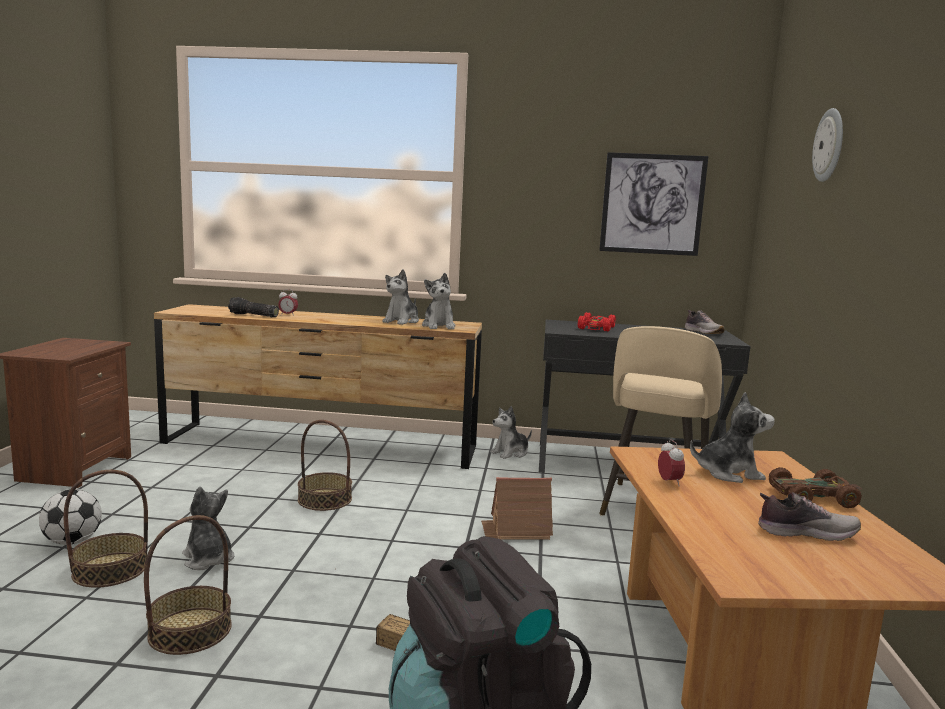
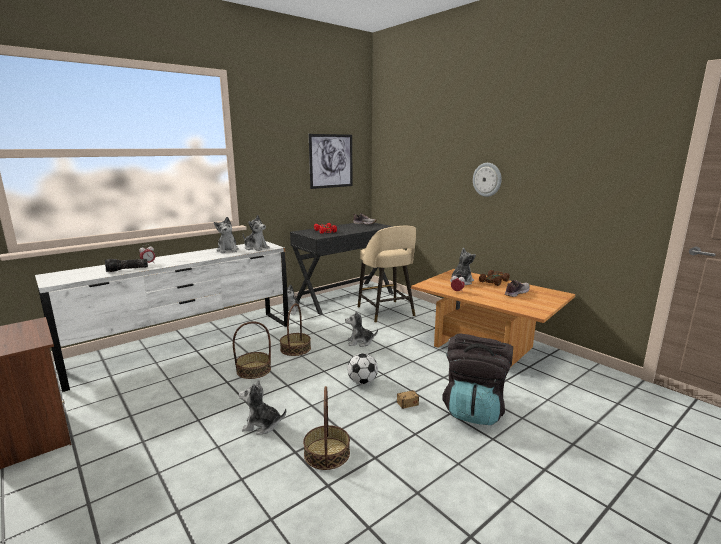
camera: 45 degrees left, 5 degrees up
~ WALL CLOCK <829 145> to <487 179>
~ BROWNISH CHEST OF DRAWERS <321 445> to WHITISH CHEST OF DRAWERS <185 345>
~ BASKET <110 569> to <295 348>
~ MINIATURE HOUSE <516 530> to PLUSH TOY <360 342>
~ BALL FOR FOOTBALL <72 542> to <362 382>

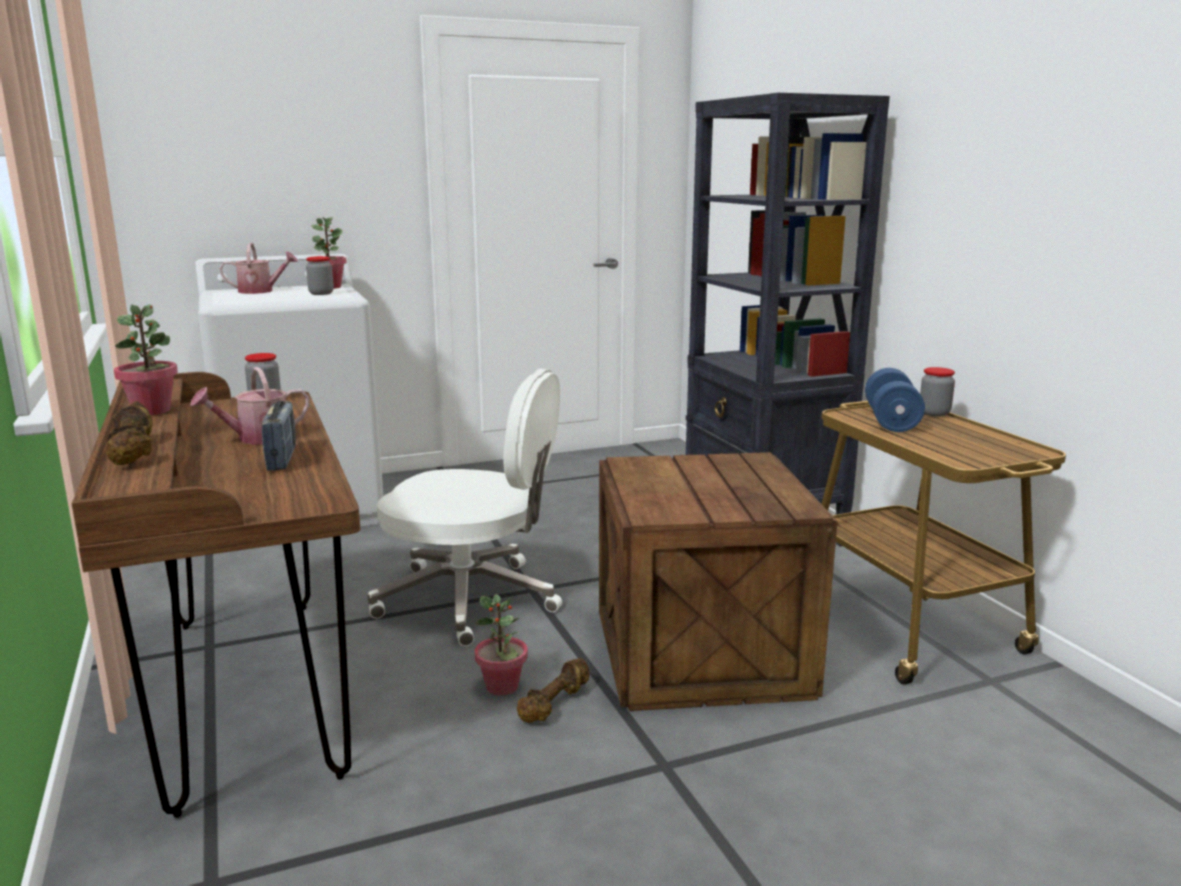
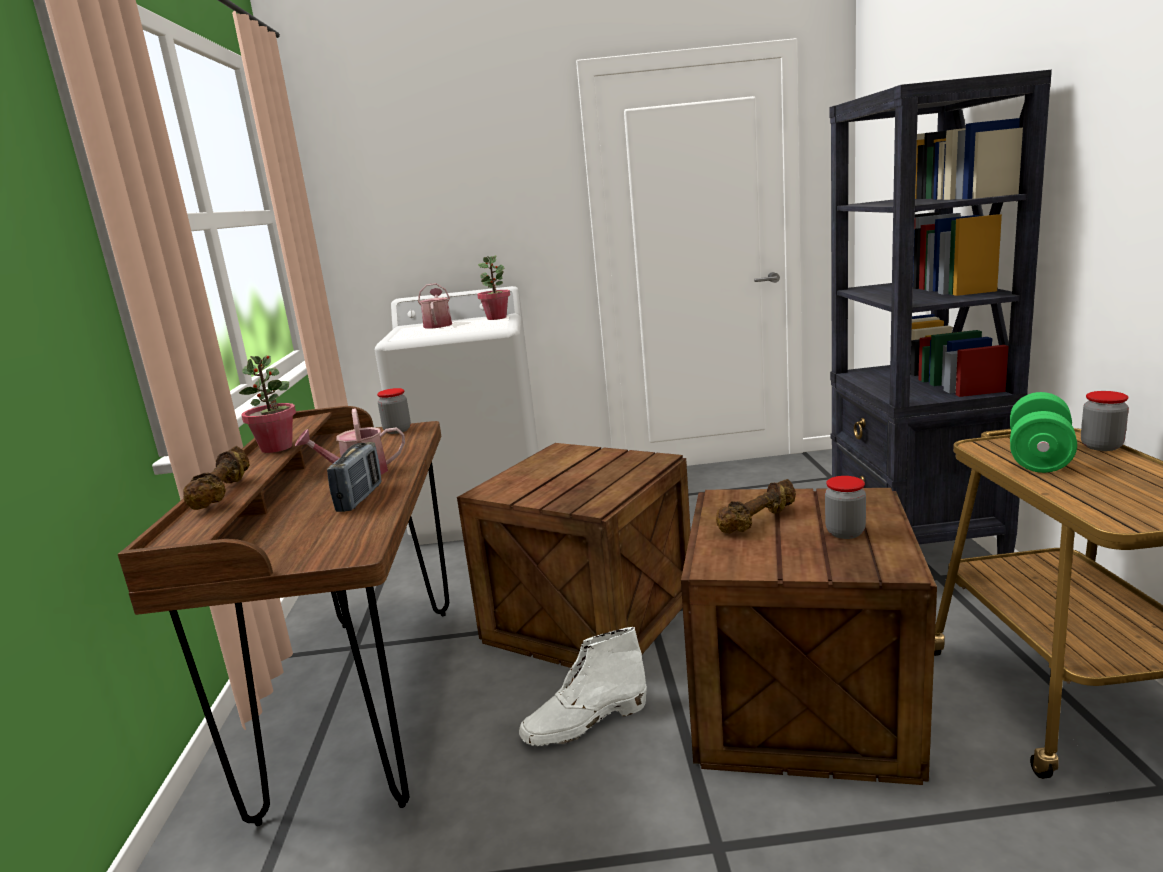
camera: 20 degrees right, 0 degrees up
~ WATERING CAN <261 291> = <438 325> 105 degrees counterclockwise
~ STORAGE JAR <321 293> to <845 533>
~ WHITISH OFFICE CHAIR <471 600> to PACKING CRATE <590 618>
~ BLUE FREE WEIGHT <891 421> to GREENISH FREE WEIGHT <1039 456>
~ HOUSEPLANT <502 687> to WHITISH BOOT <584 721>
~ BROWNISH FREE WEIGHT <555 704> to <758 521>

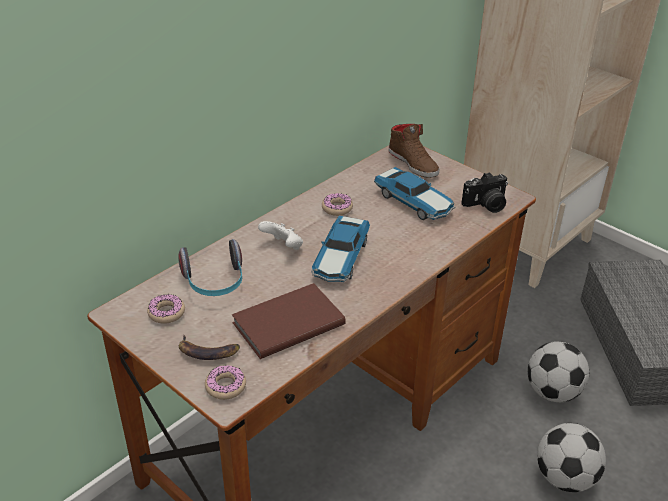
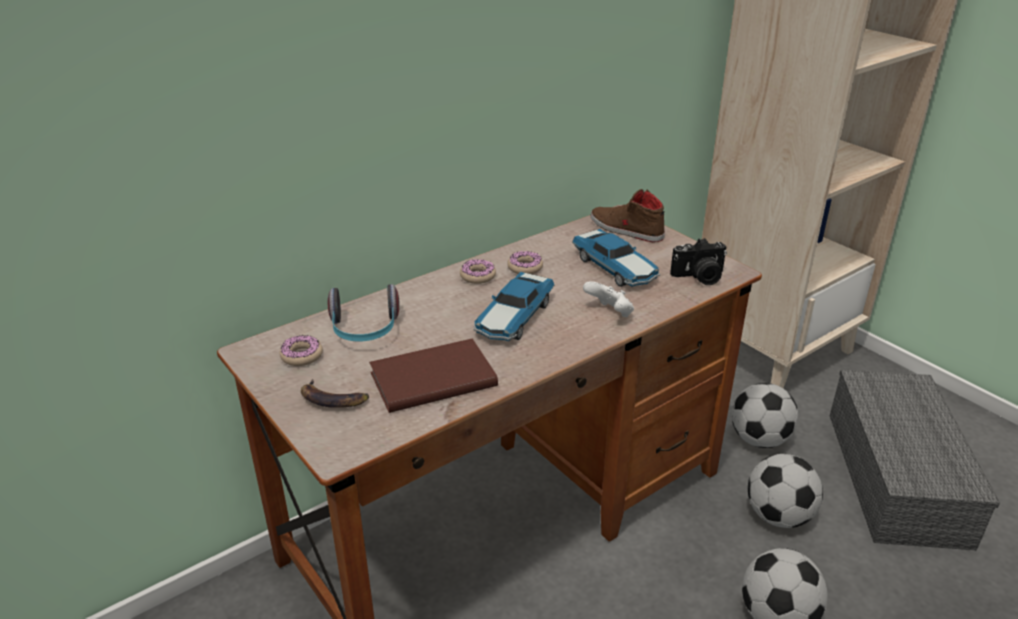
camera: 10 degrees right, 5 degrees down
~ BROWNISH LOW SHOE <413 163> = <625 229> 150 degrees clockwise
~ WHITISH GAME CONTROLLER <283 247> to <610 313>
~ DONUT <225 386> to <478 276>
+ BALL FOR FOOTBALL <759 439>

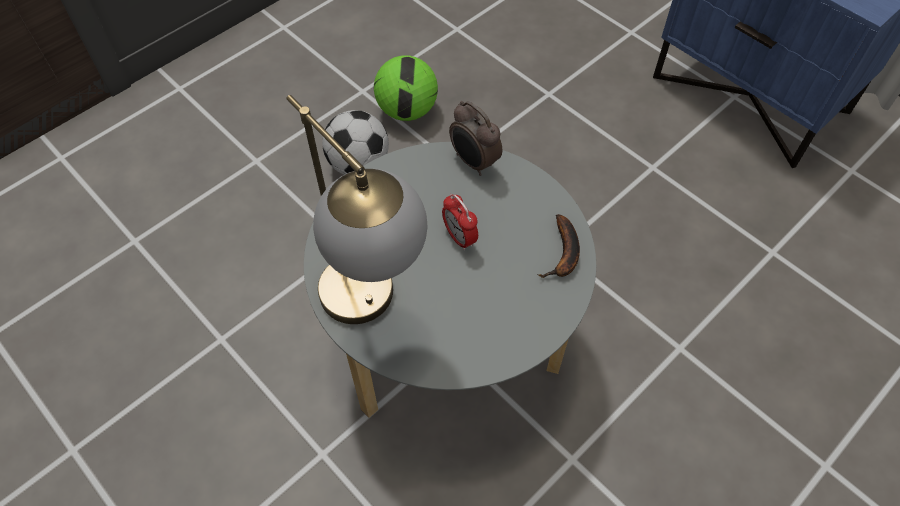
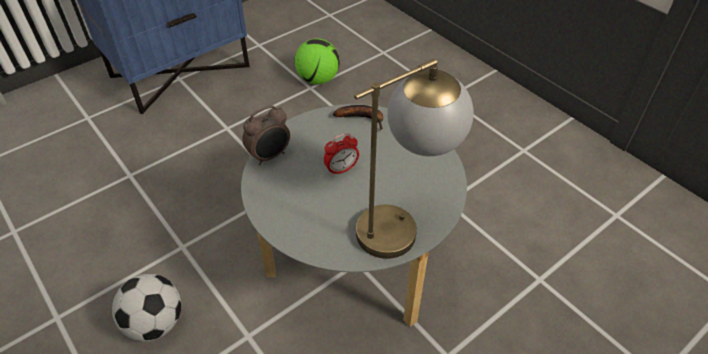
camera: 85 degrees left, 10 degrees down
~ BALL FOR FOOTBALL <407 111> to <318 79>

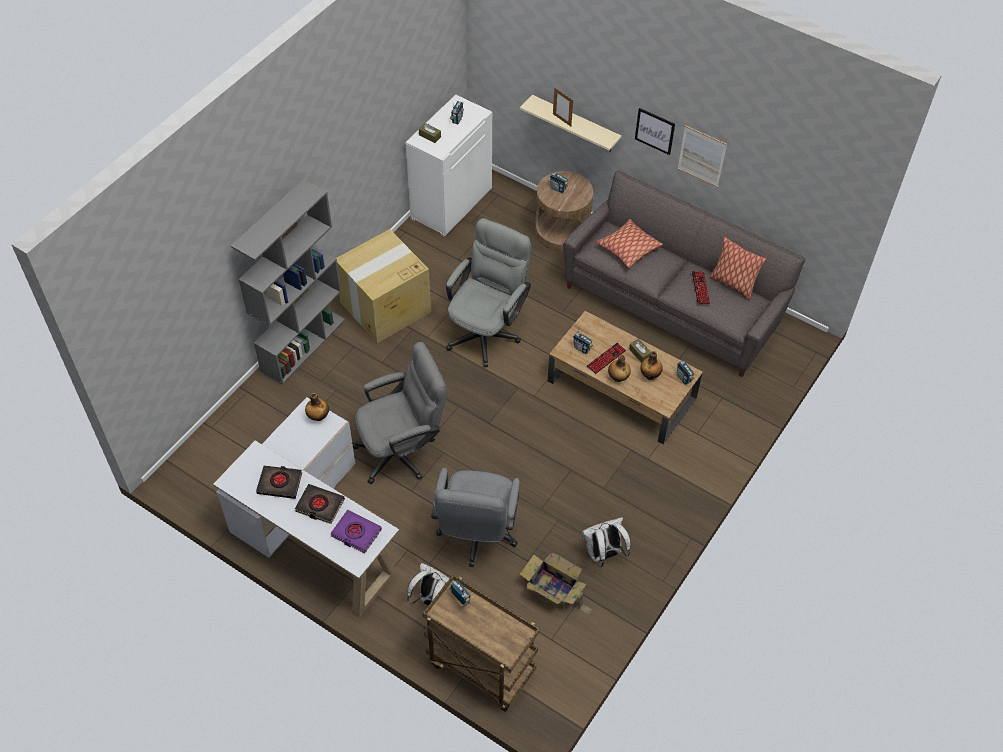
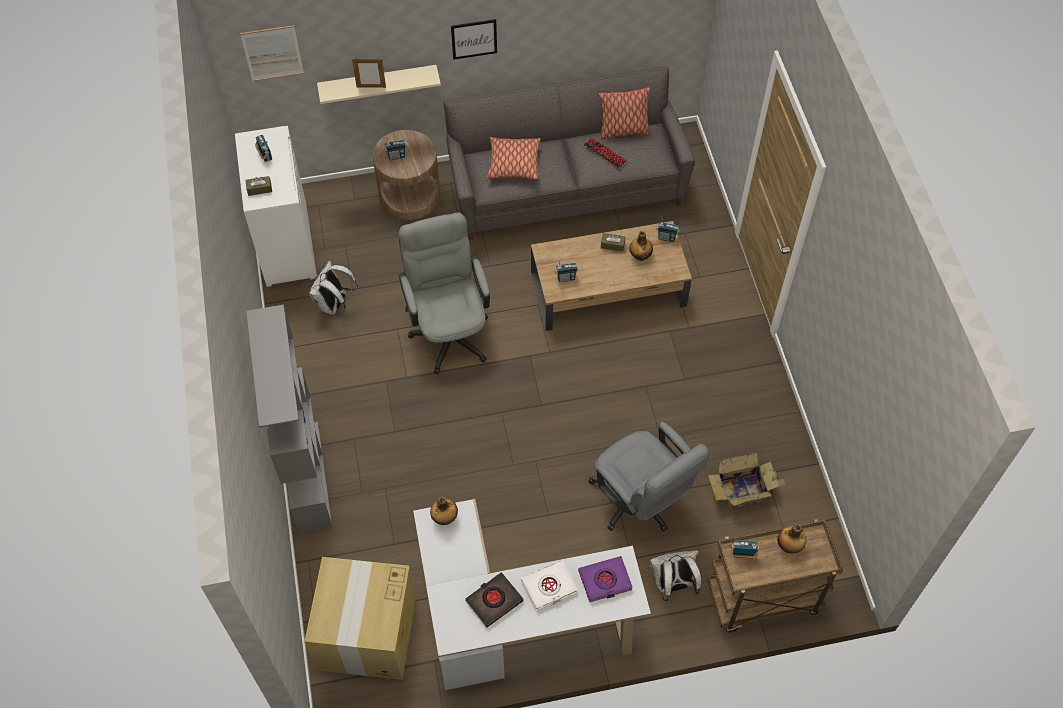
camera: 45 degrees left, 5 degrees up
~ WALL PICTURE <702 156> to <272 53>
~ CARDBOARD BOX <384 307> to <367 635>
- GREY OFFICE CHAIR <403 451>
- KEYBOARD <606 358>
~ BOTTLE <618 378> to <789 546>
~ BLACK BOOK <320 505> to WHITISH BOOK <549 587>
~ WHITISH RUCKSACK <603 554> to <334 305>

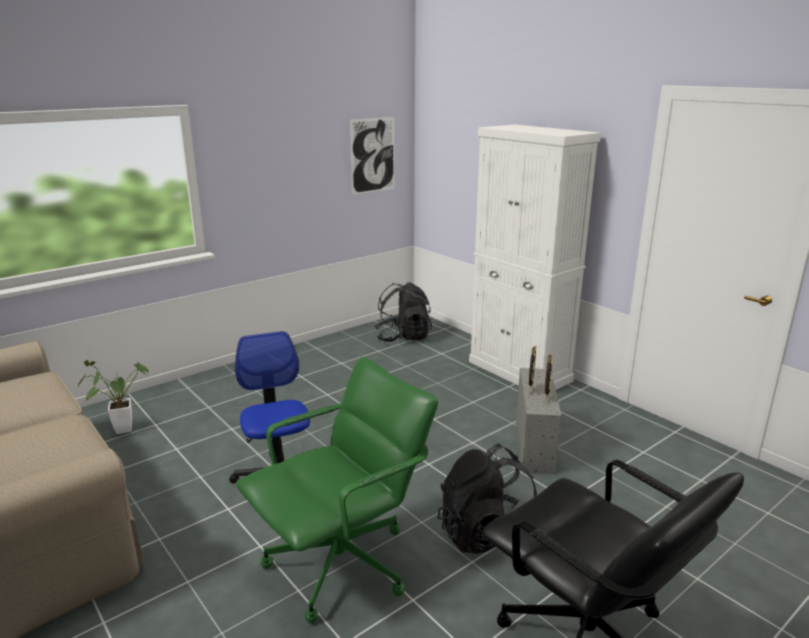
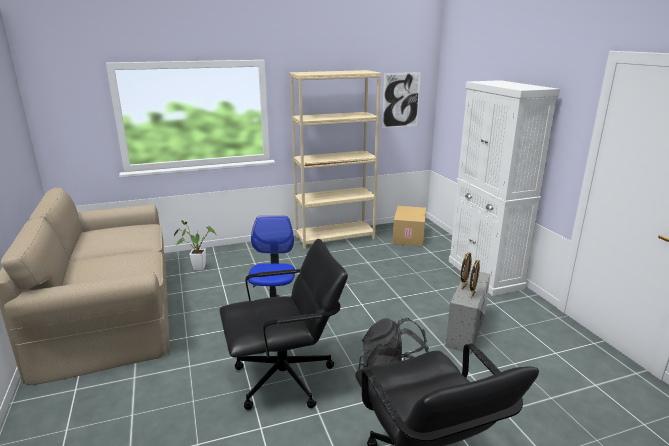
camera: 20 degrees right, 0 degrees up
~ BLACK RUCKSACK <403 337> to CARDBOARD BOX <408 236>
~ GREENISH OFFICE CHAIR <342 564> to BLACK OFFICE CHAIR <285 379>
+ SAND-COLOURED BOOKCASE <335 238>

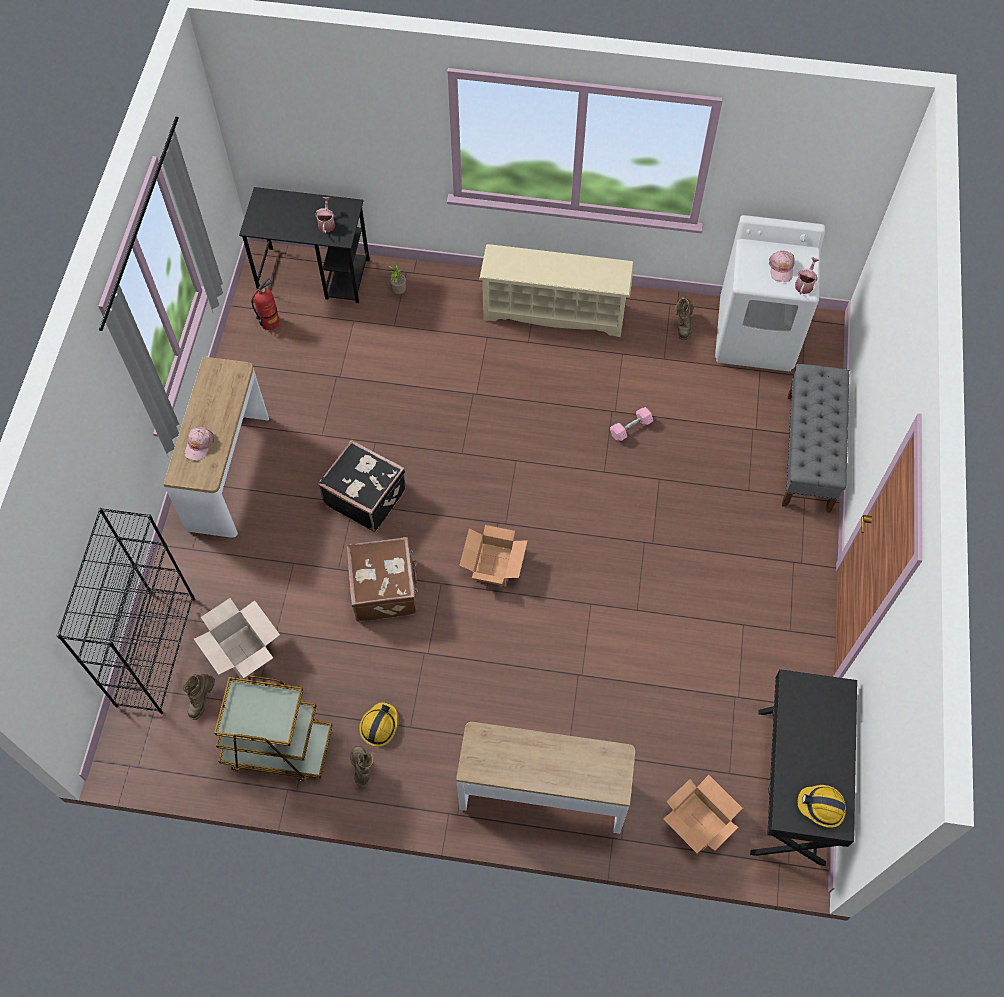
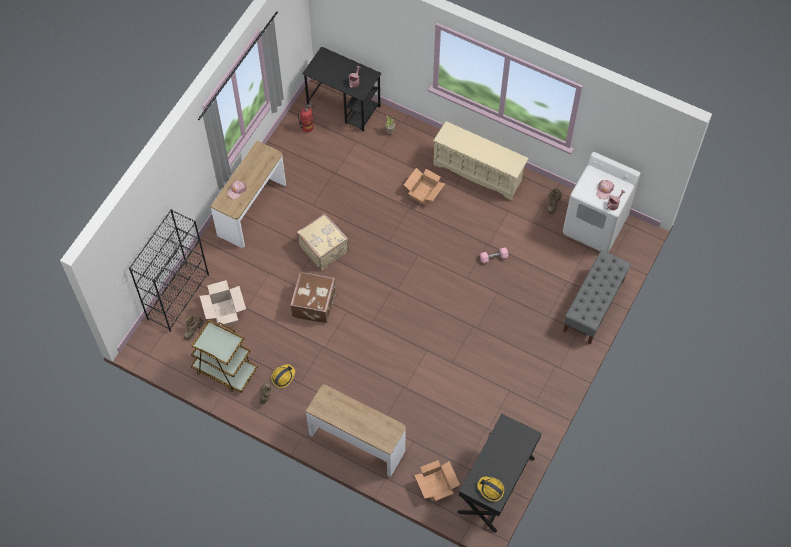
camera: 20 degrees right, 0 degrees up
~ BLACK SUITCASE <365 496> to SAND-COLOURED SUITCASE <324 248>
~ CARDBOARD BOX <492 565> to <423 192>

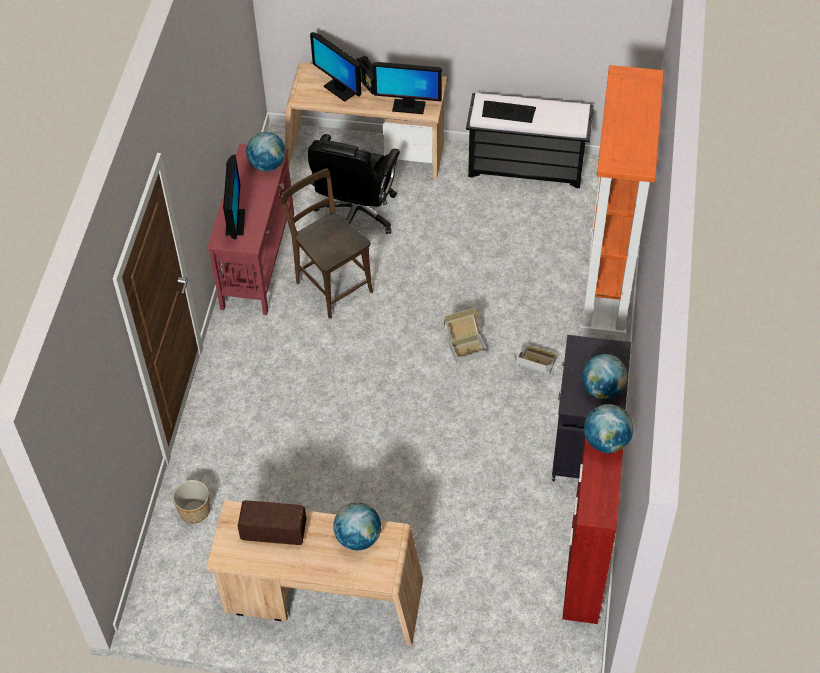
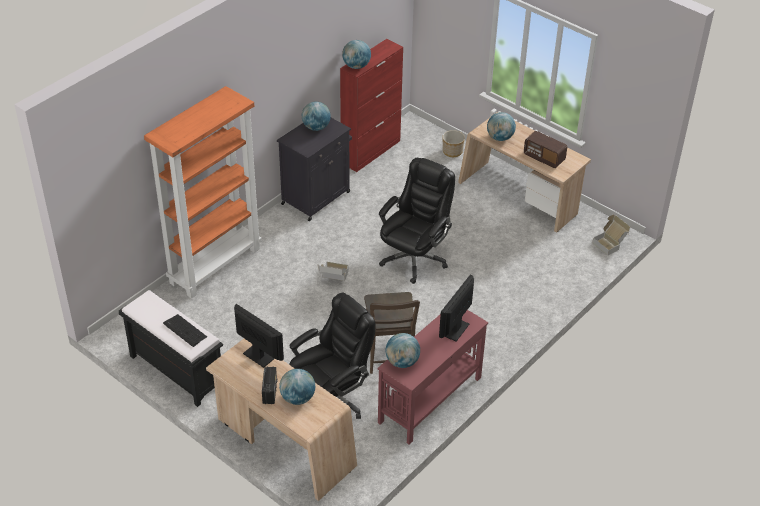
camera: 150 degrees left, 10 degrees down
~ COMPUTER SCREEN <339 89> to GLOBE <297 398>
~ CARDBOARD BOX <534 369> to <610 244>
~ PLANT POT <195 510> to <452 152>
+ BLACK OFFICE CHAIR <414 258>

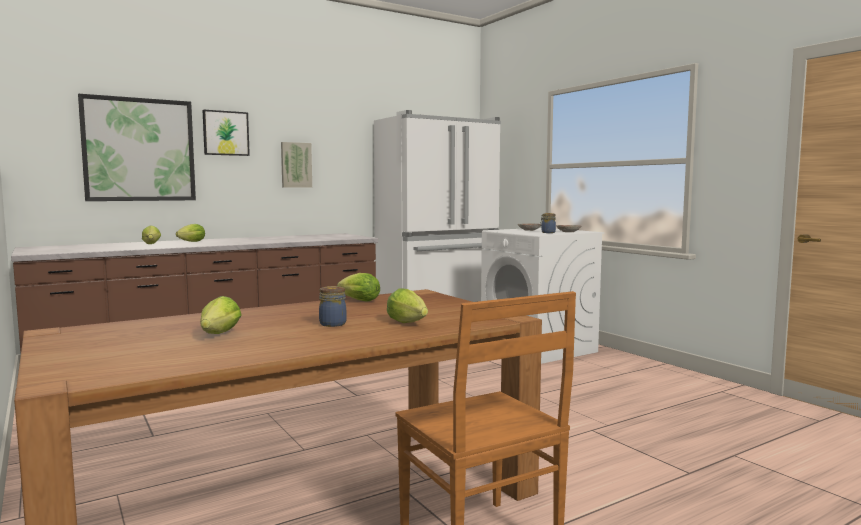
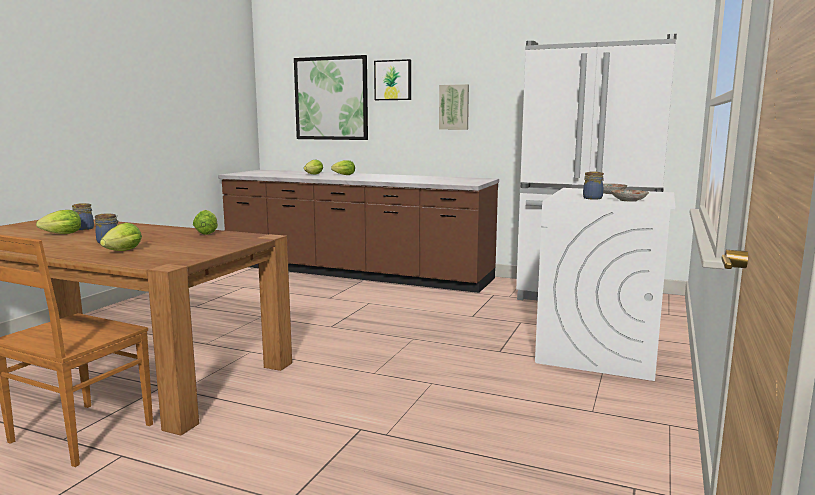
camera: 55 degrees right, 5 degrees up
+ STORAGE JAR <83 228>

